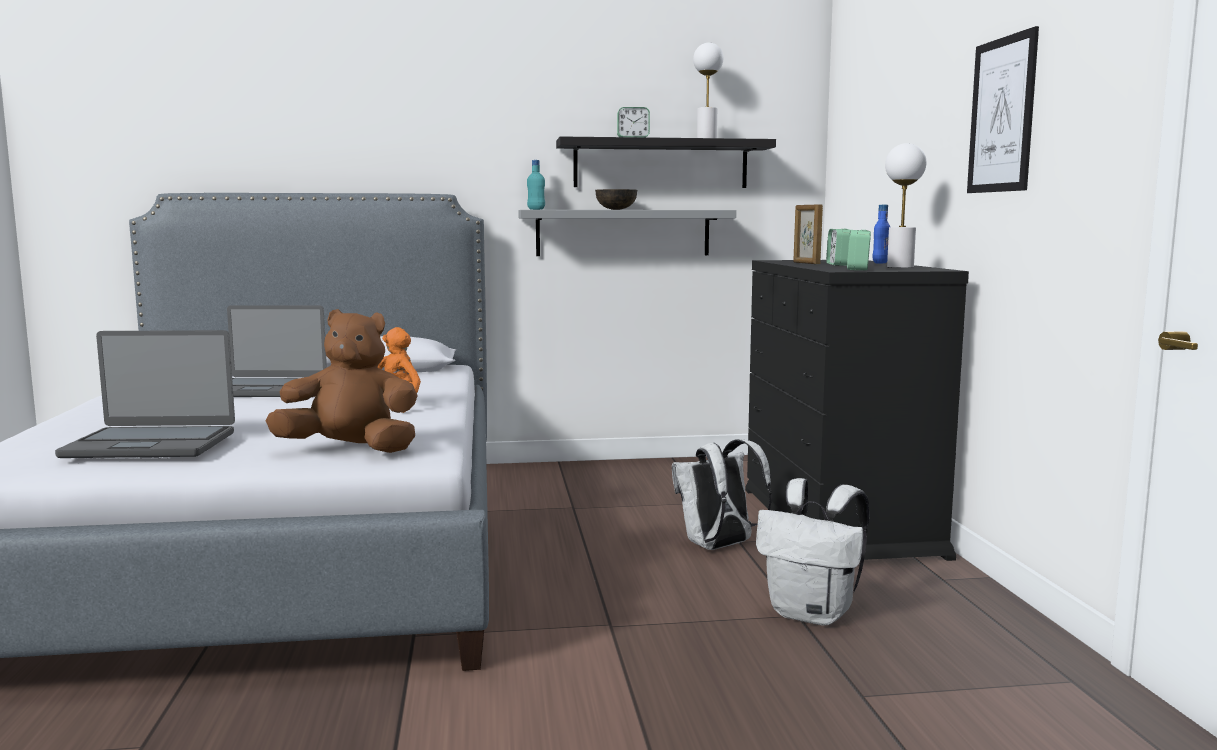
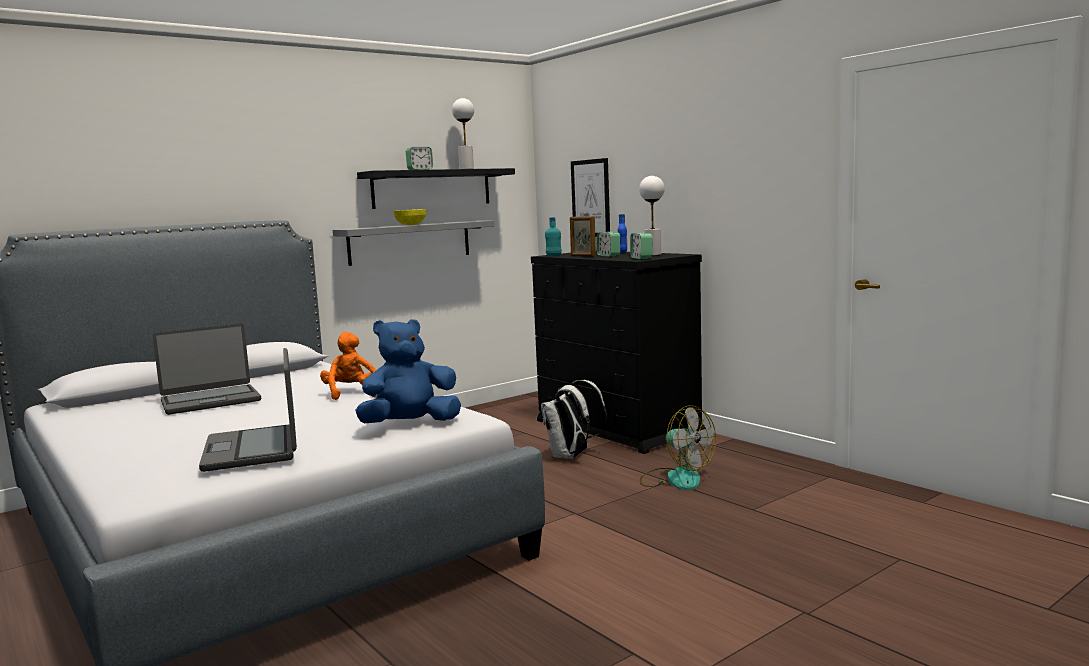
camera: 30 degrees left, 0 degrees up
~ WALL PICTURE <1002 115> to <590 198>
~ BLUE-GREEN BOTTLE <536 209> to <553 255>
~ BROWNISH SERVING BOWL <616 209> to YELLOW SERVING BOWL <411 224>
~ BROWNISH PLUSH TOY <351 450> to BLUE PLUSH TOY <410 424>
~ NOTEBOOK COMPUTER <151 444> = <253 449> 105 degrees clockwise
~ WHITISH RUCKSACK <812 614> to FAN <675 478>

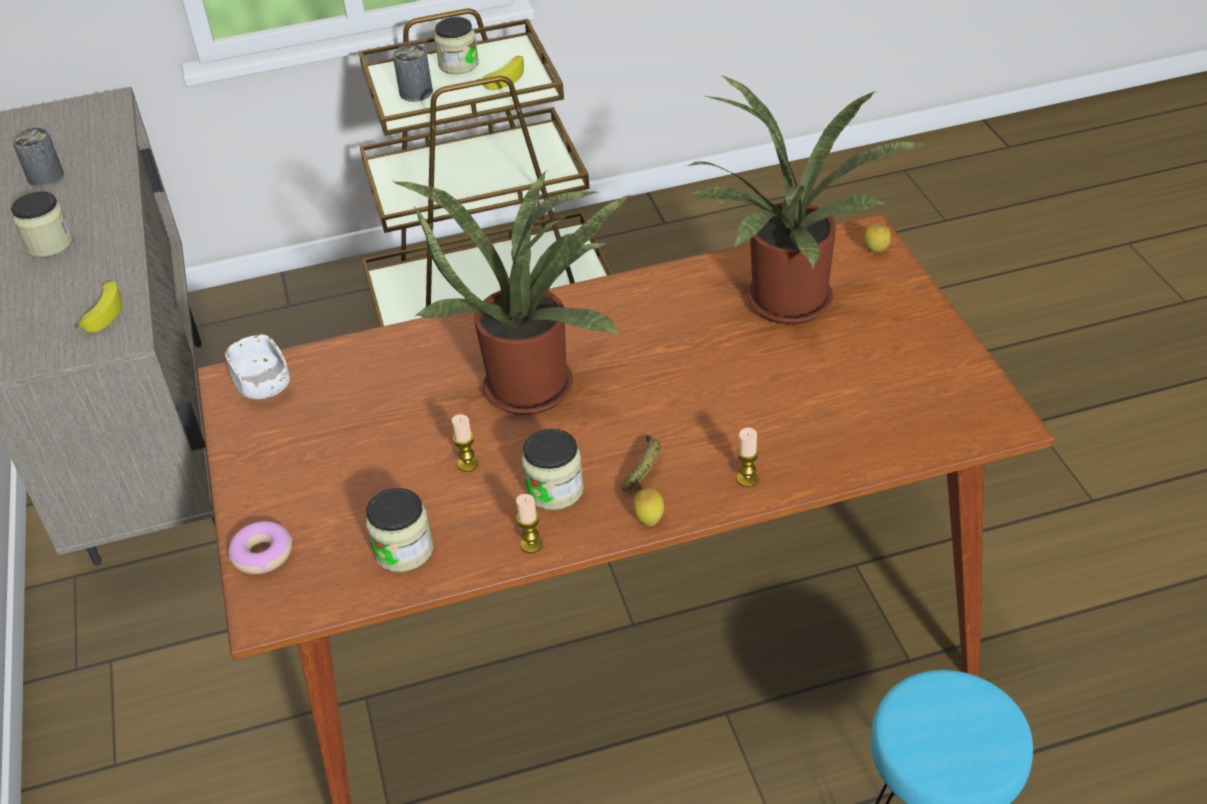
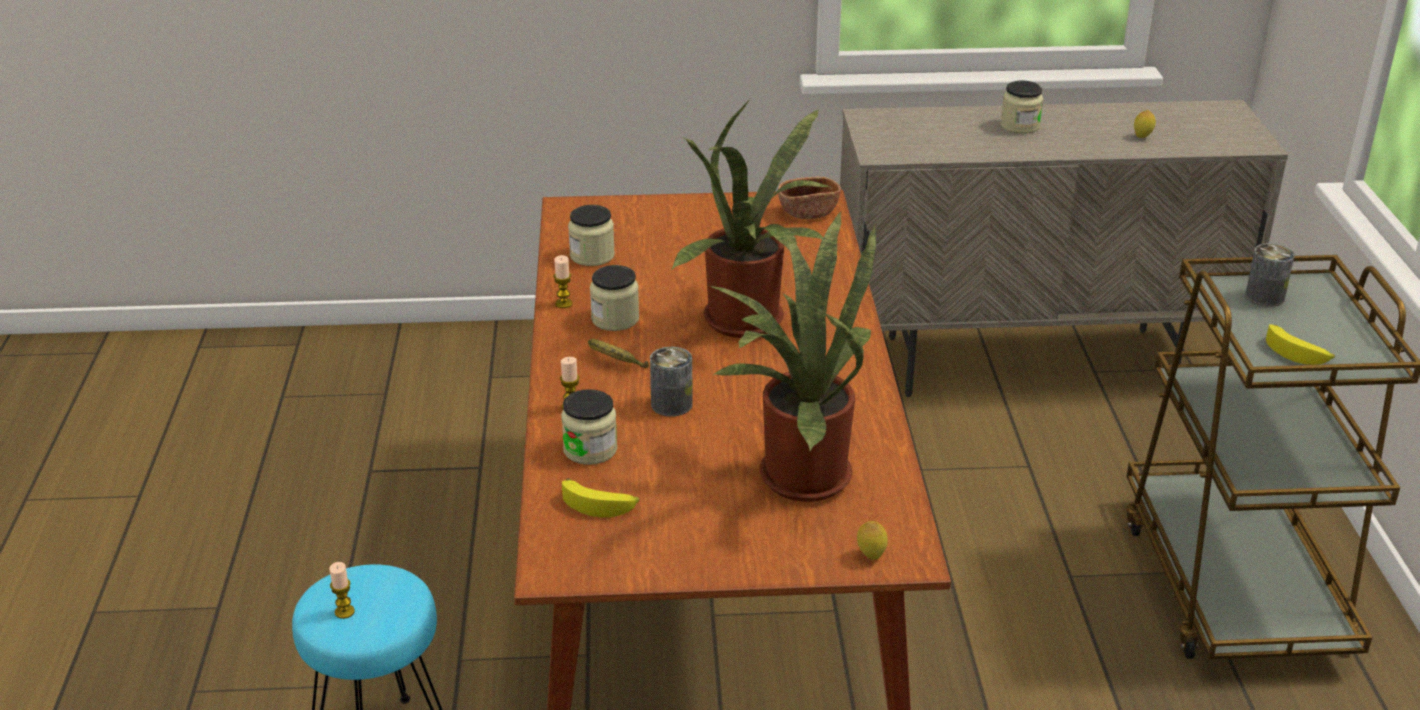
camera: 100 degrees right, 10 degrees down
~ STORAGE JAR <458 64> to <590 449>
~ METAL CAN <46 177> to <671 404>
~ BANANA FRUIT <103 311> to <600 504>
~ WHITISH SERVING BOWL <263 384> to BROWNISH SERVING BOWL <808 212>
~ WAX CANDLE <468 464> to <344 612>
~ LEMON <649 521> to <1142 137>
- DONUT <262 554>

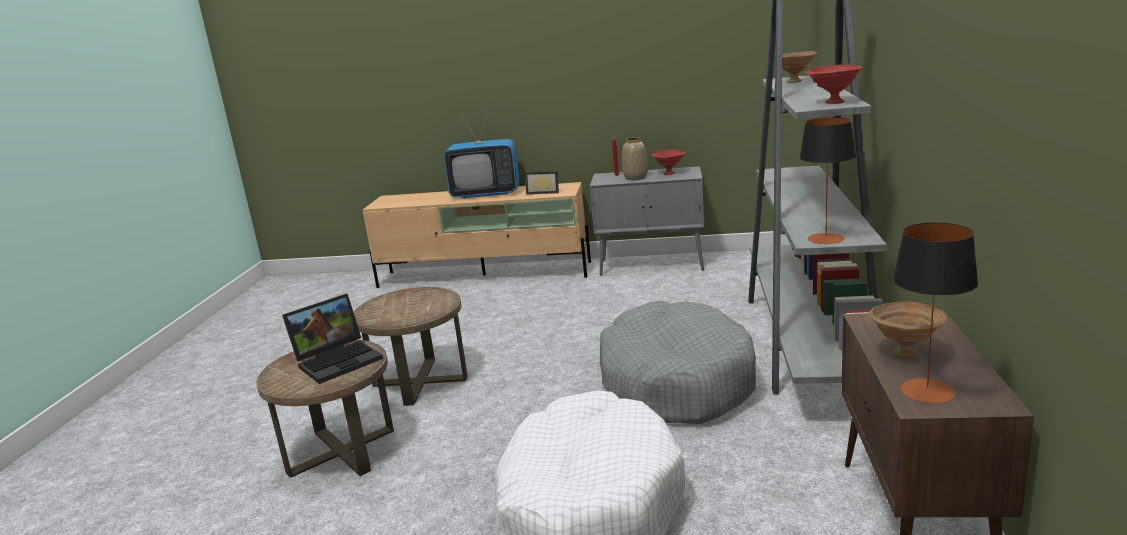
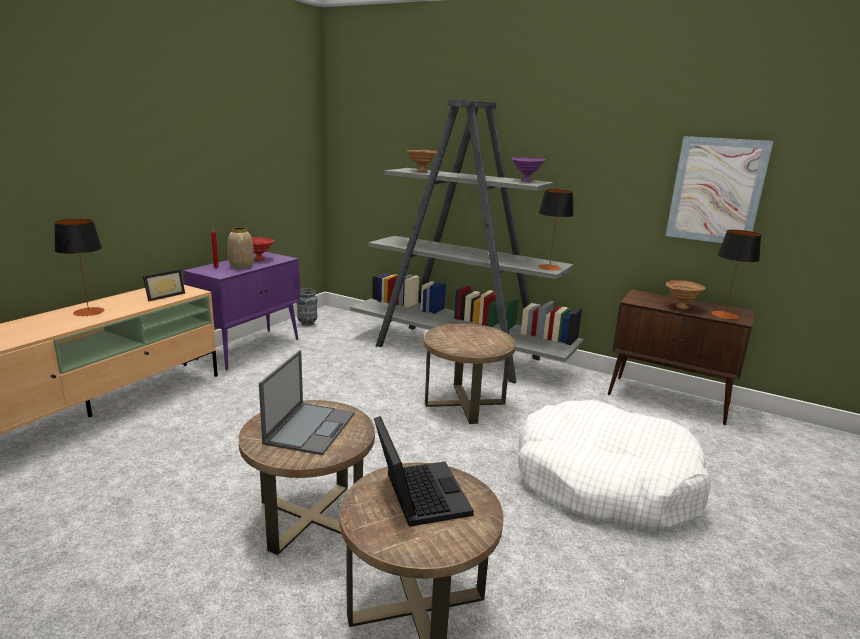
camera: 70 degrees left, 0 degrees up
~ RED SERVING BOWL <833 102> to PURPLISH SERVING BOWL <526 181>
~ TV SET <486 194> to LAMP FOR A TABLE <88 312>
~ GREY CUPBOARD <652 265> to PURPLISH CUPBOARD <250 348>
~ GREY DOG BED <676 381> to BROWNISH SIDE TABLE <465 403>
+ WALL PICTURE <716 191>
+ FLOWER VASE <307 323>
+ NOTEBOOK COMPUTER <310 427>

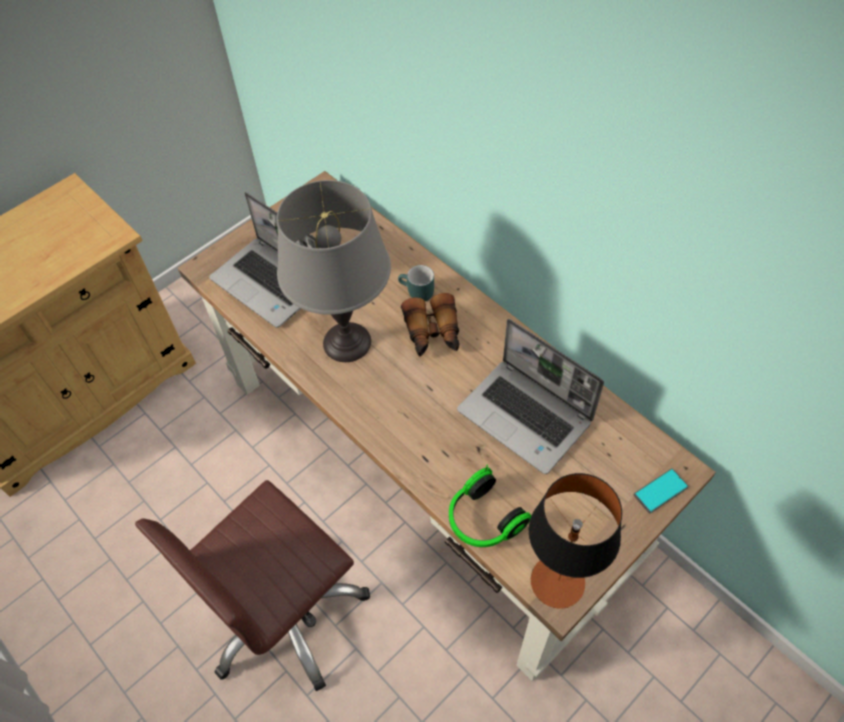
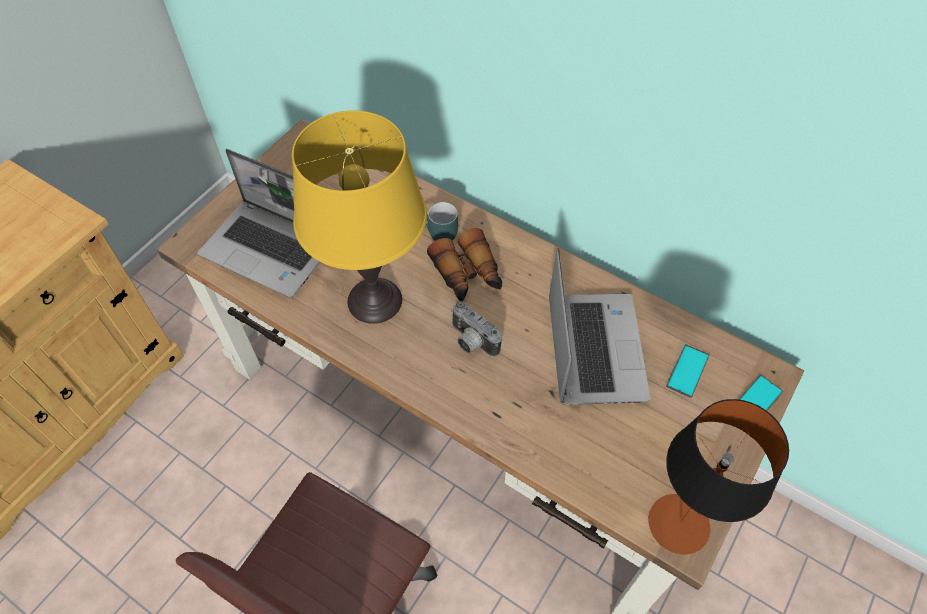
camera: 15 degrees left, 0 degrees up
~ GREY LAMP FOR A TABLE <346 342> to YELLOW LAMP FOR A TABLE <374 300>
~ NOTEBOOK COMPUTER <526 417> = <593 347> 120 degrees counterclockwise
- HEADPHONES <482 520>
+ STILL CAMERA <471 342>
+ TELEPHONE <687 371>

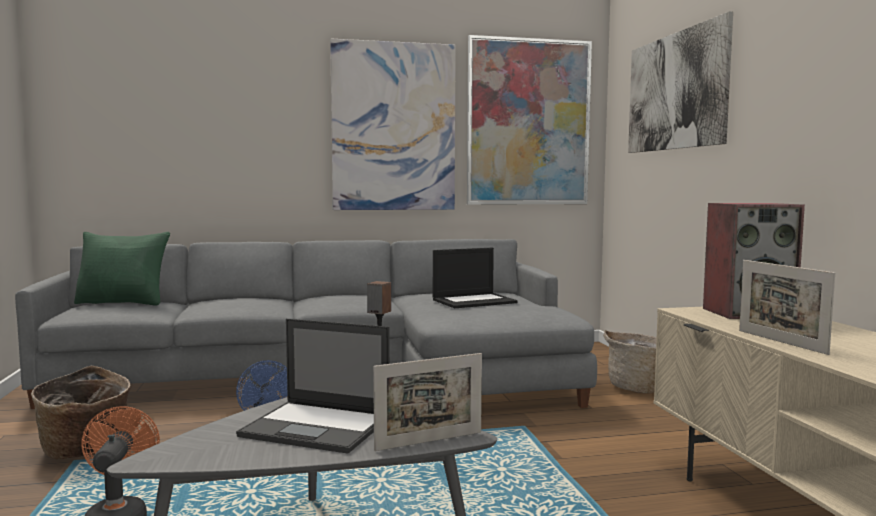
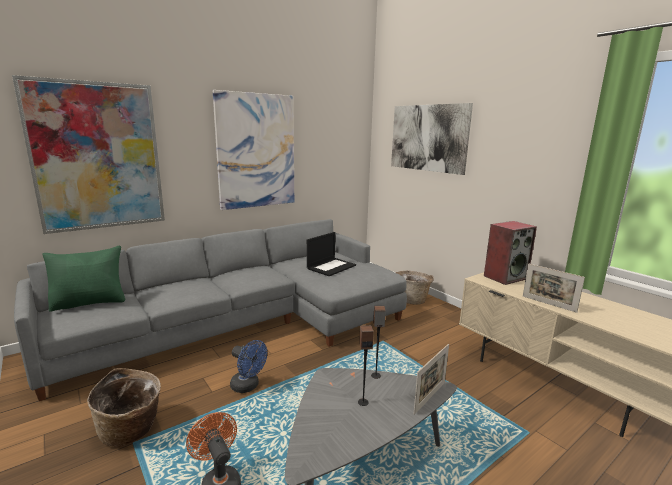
camera: 25 degrees left, 10 degrees up
~ WALL PICTURE <528 122> to <98 157>
~ NOTEBOOK COMPUTER <318 427> to AUDIO SPEAKER <363 402>

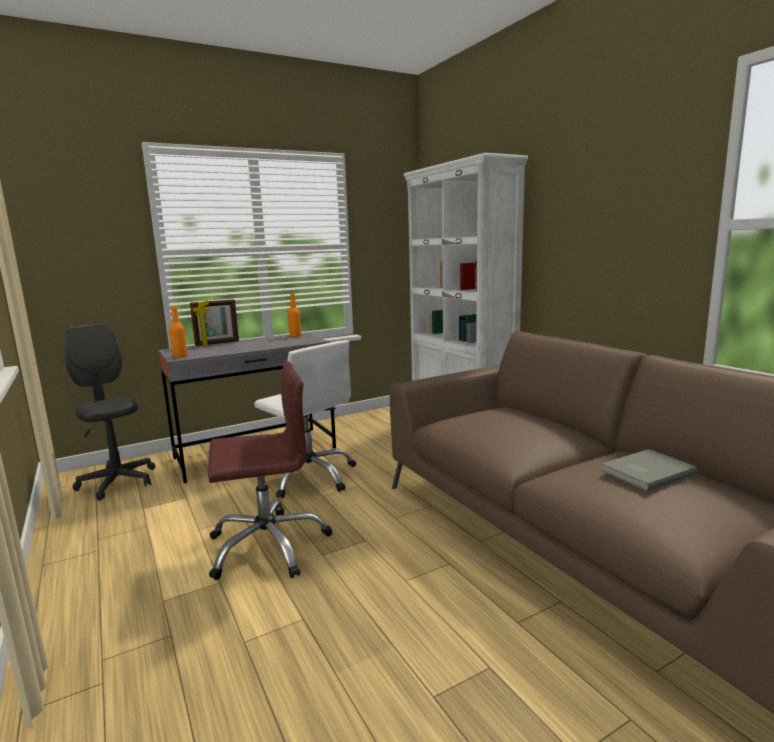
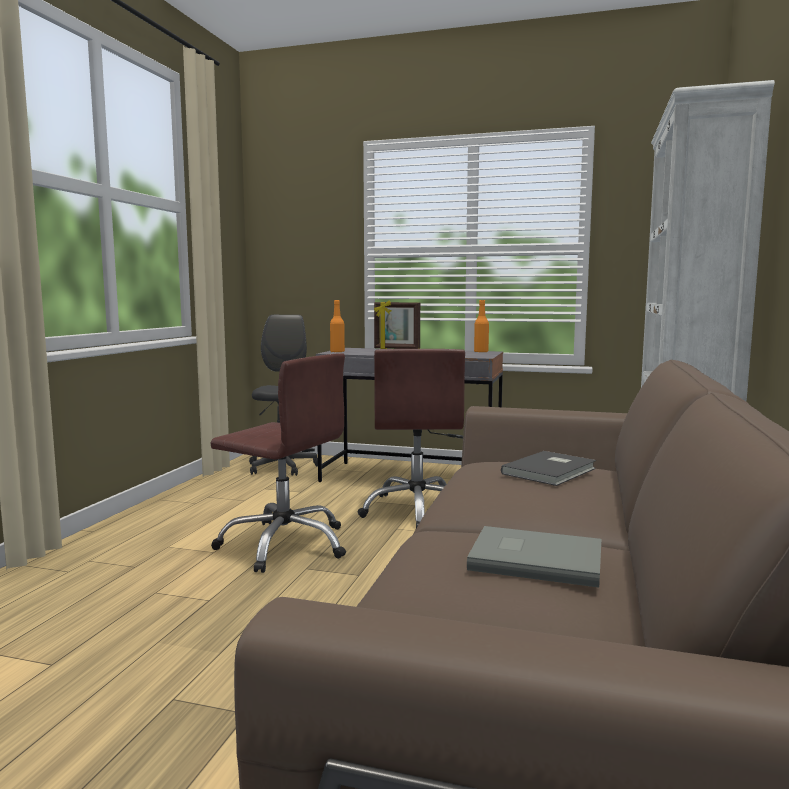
camera: 45 degrees right, 5 degrees down
~ WHITISH OFFICE CHAIR <310 476> to BROWNISH OFFICE CHAIR <417 510>
+ GREY BOOK <552 471>

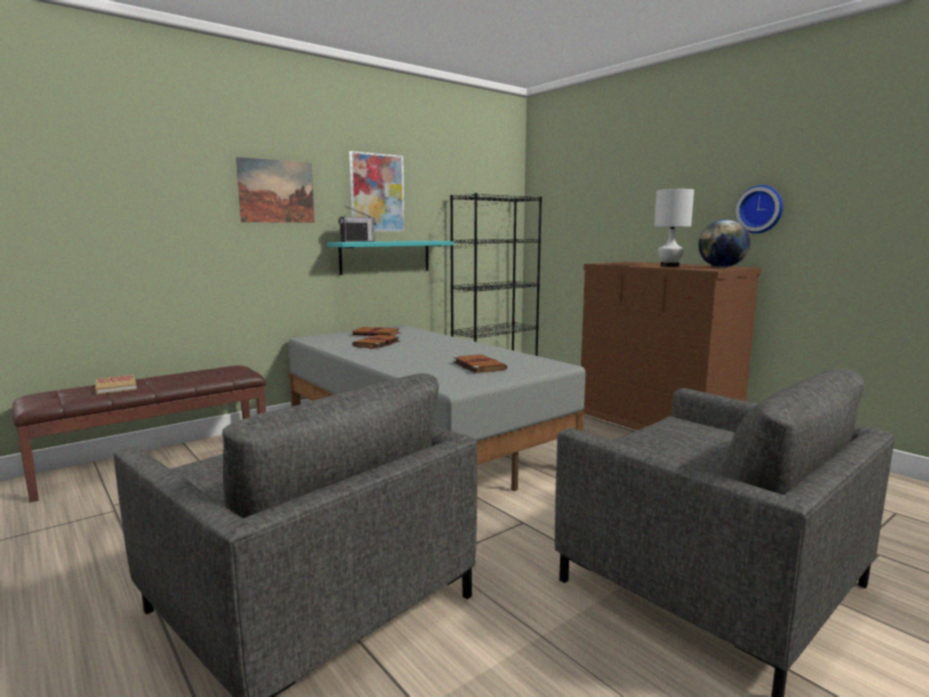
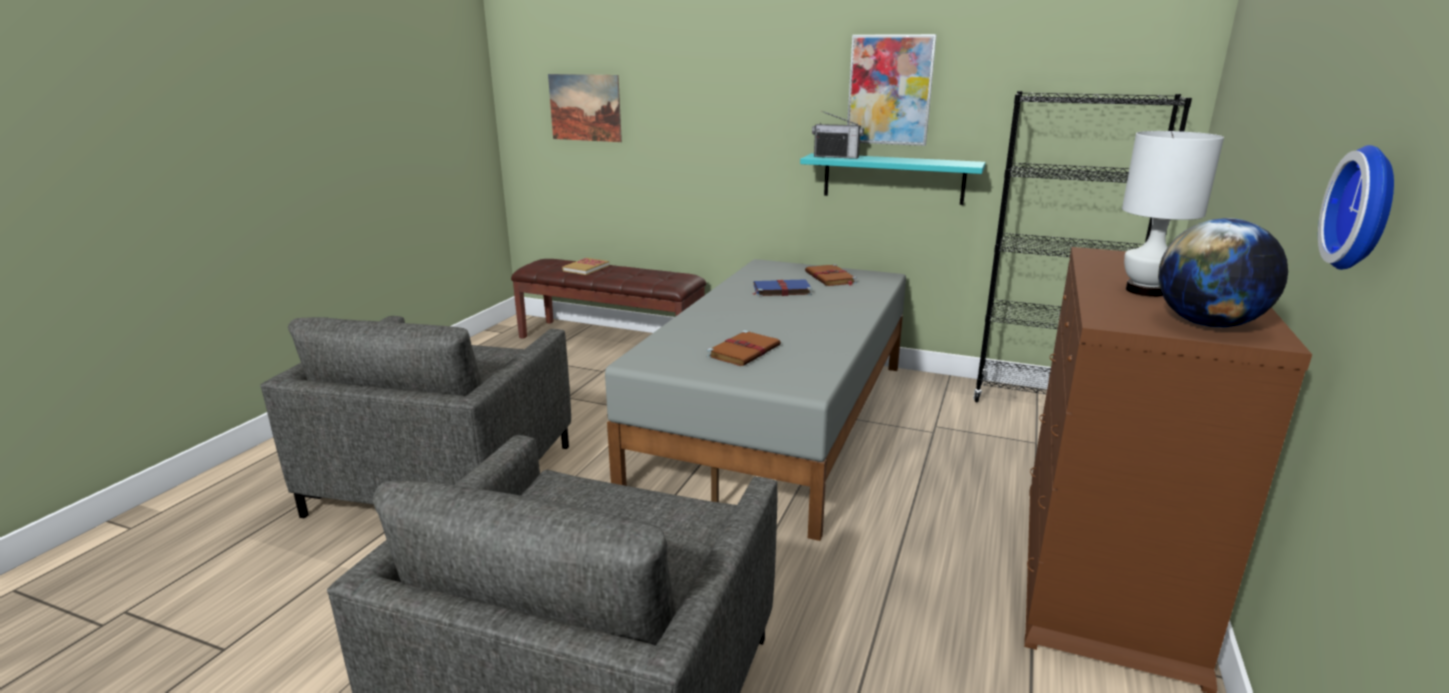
camera: 60 degrees right, 10 degrees up
~ WALL PICTURE <276 191> to <585 107>
~ BROWNISH BOOK <376 344> to BLUE BOOK <781 290>

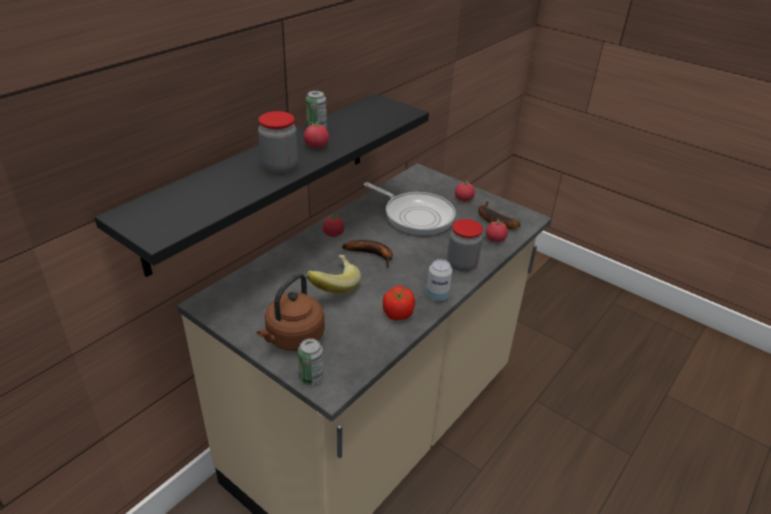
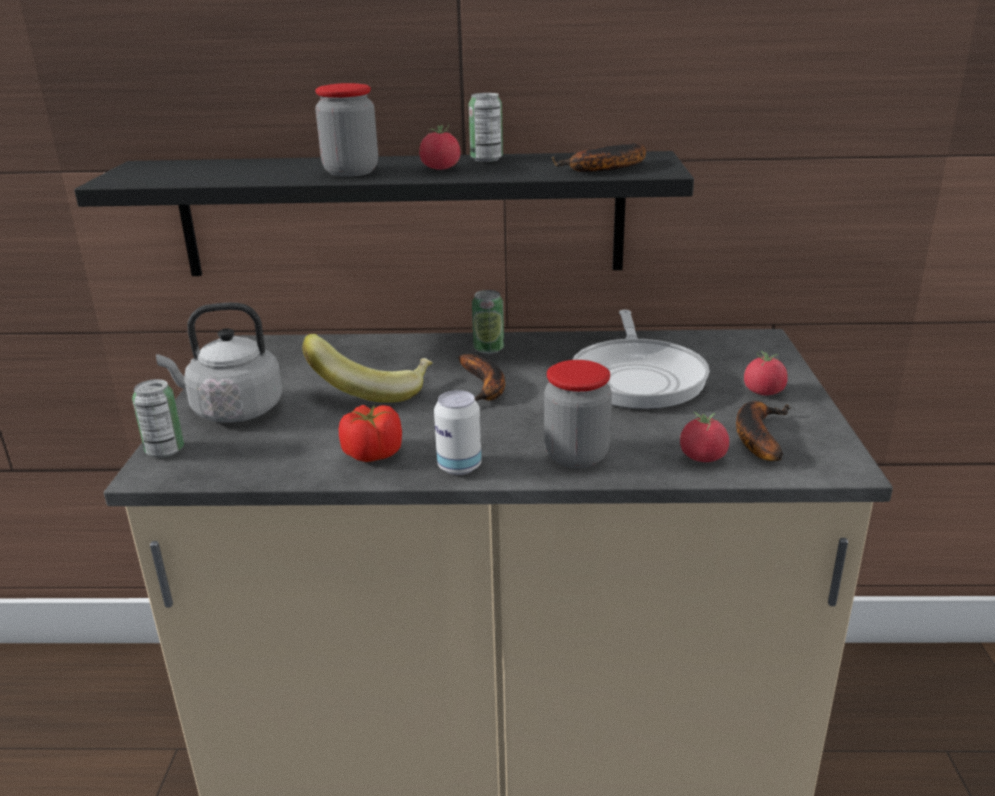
camera: 55 degrees right, 10 degrees down
~ TOMATO <333 234> to METAL CAN <488 349>
~ BROWNISH KETTLE <293 338> to GREY KETTLE <232 410>
+ BANANA FRUIT <604 168>

